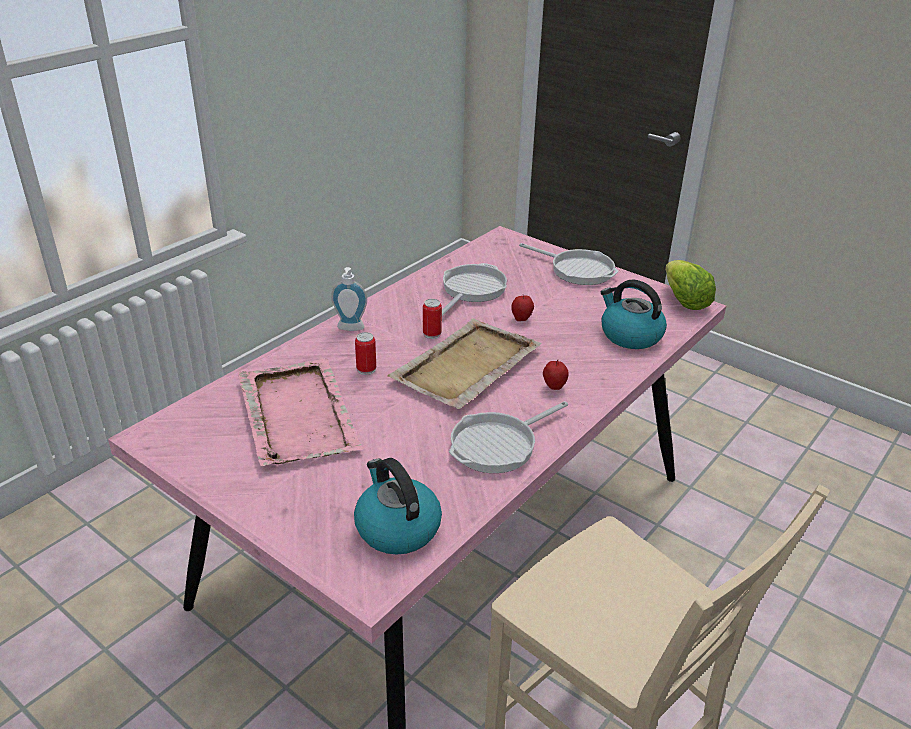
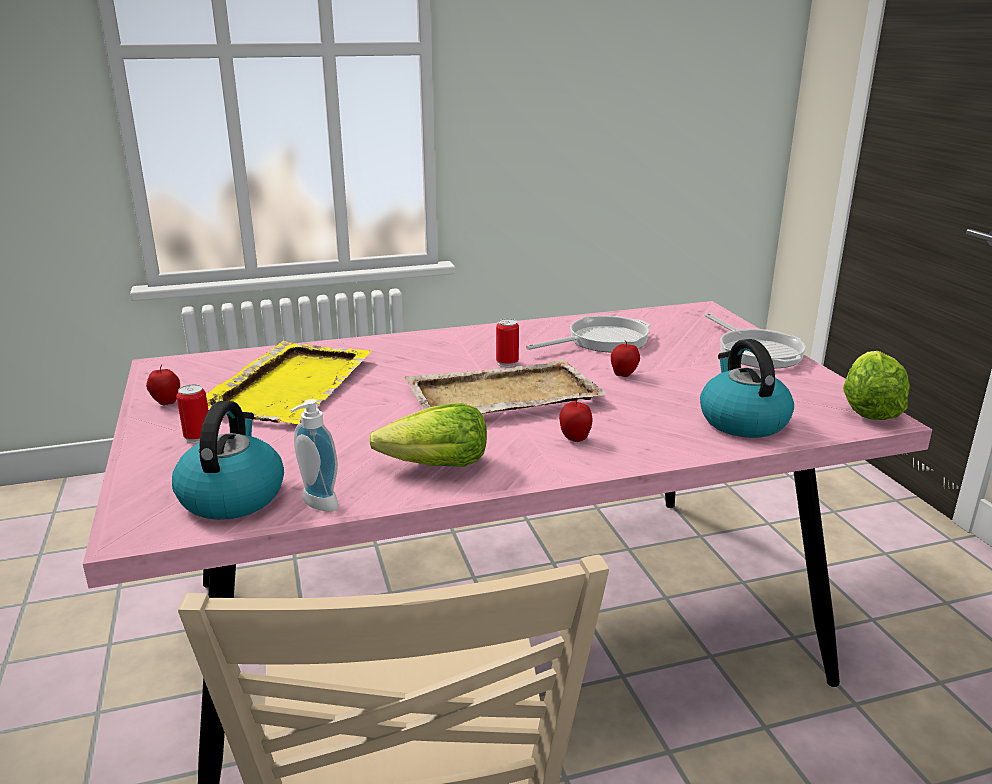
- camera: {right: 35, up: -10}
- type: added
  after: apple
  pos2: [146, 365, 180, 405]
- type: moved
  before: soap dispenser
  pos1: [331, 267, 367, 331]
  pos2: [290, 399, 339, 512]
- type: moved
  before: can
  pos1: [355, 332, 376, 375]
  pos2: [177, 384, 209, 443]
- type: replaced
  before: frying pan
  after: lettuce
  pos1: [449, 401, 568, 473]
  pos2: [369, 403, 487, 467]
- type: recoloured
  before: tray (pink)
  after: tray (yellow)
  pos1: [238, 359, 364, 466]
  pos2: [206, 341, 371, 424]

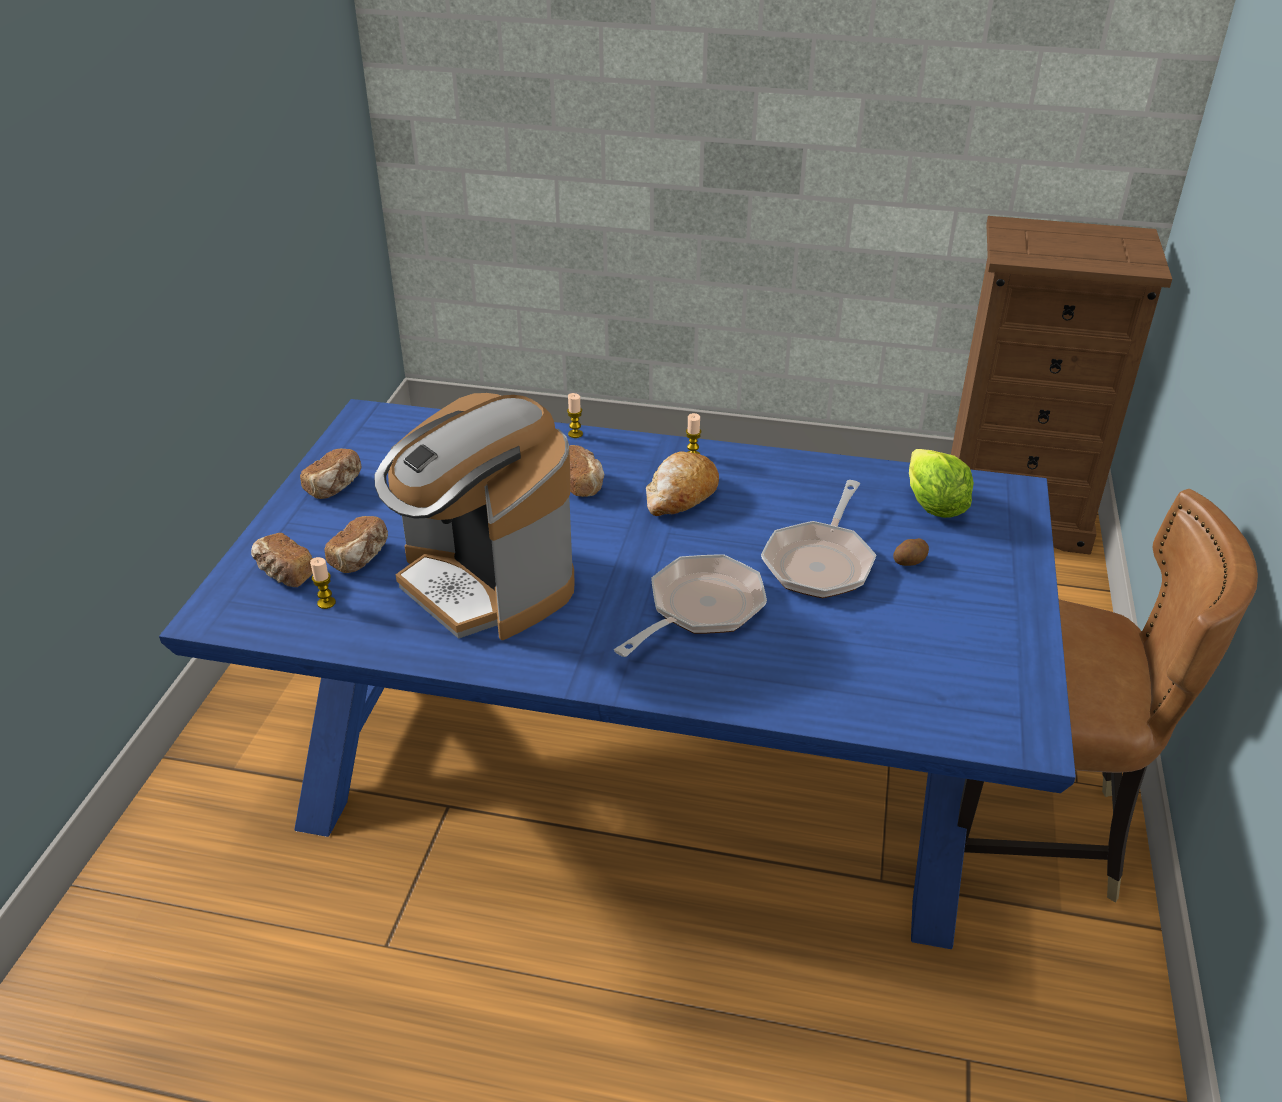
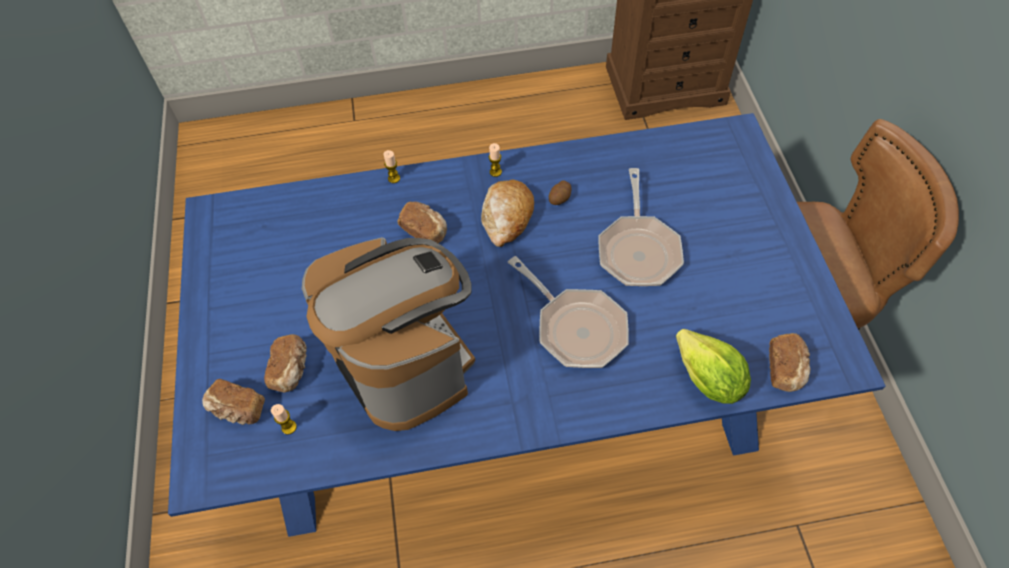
- camera: {right: -20, up: 20}
- type: moved
  before: bread
  pos1: [300, 448, 362, 499]
  pos2: [769, 333, 811, 392]
- type: moved
  before: potato
  pos1: [893, 538, 929, 566]
  pos2: [549, 180, 572, 205]
- type: moved
  before: lettuce
  pos1: [909, 449, 974, 518]
  pos2: [676, 329, 751, 404]
- type: turned
  before: coffee machine
  pos1: [374, 393, 575, 640]
  pos2: [302, 237, 475, 431]
  turn: -150
- type: turned
  before: frying pan
  pos1: [614, 554, 767, 657]
  pos2: [508, 256, 629, 368]
  turn: 120

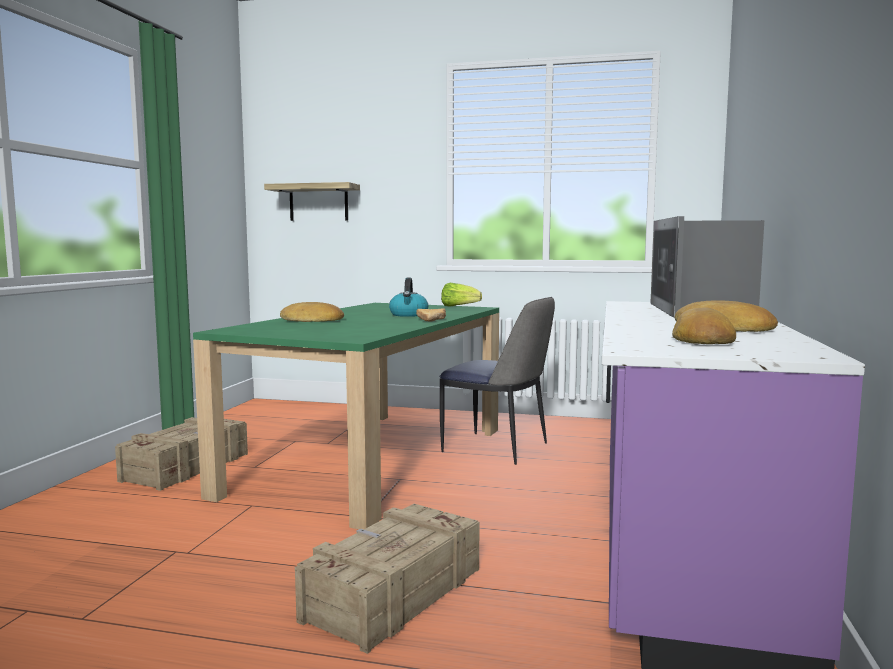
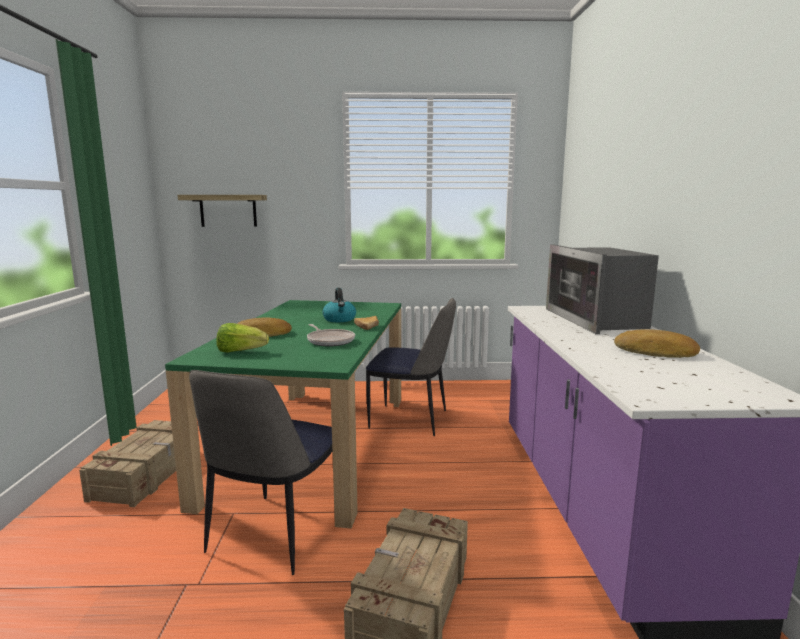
- camera: {right: -15, up: 5}
- type: removed
  before: bread
  pos1: [672, 307, 736, 344]
- type: added
  after: chair
  pos2: [189, 370, 332, 575]
- type: added
  after: frying pan
  pos2: [307, 324, 355, 347]
- type: moved
  before: lettuce
  pos1: [441, 283, 482, 307]
  pos2: [216, 323, 269, 353]

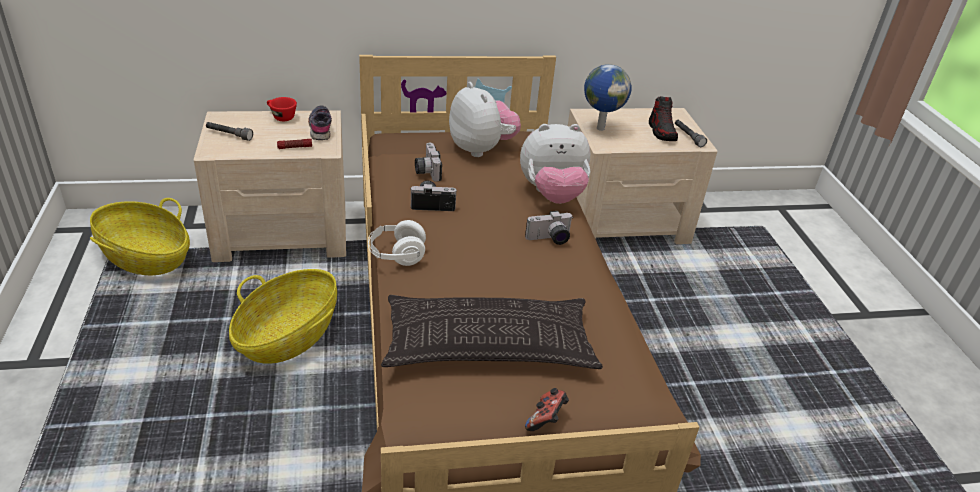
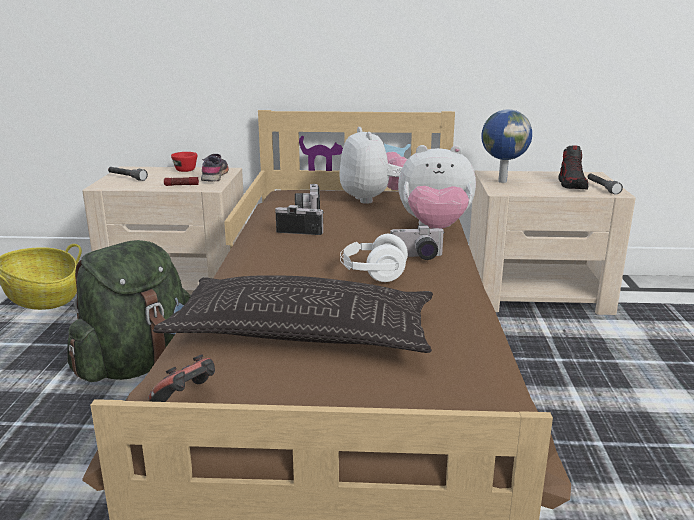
- camera: {right: 15, up: -15}
- type: moved
  before: headphones (white)
  pos1: [368, 220, 426, 266]
  pos2: [340, 234, 408, 282]
- type: moved
  before: game controller
  pos1: [525, 388, 569, 431]
  pos2: [149, 354, 215, 402]
- type: replaced
  before: basket
  after: backpack (green)
  pos1: [229, 269, 337, 364]
  pos2: [67, 240, 191, 382]

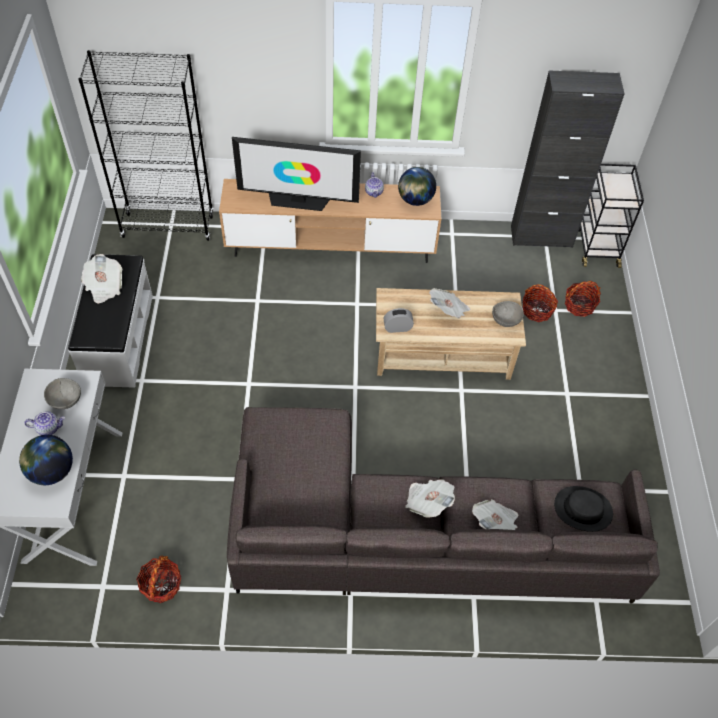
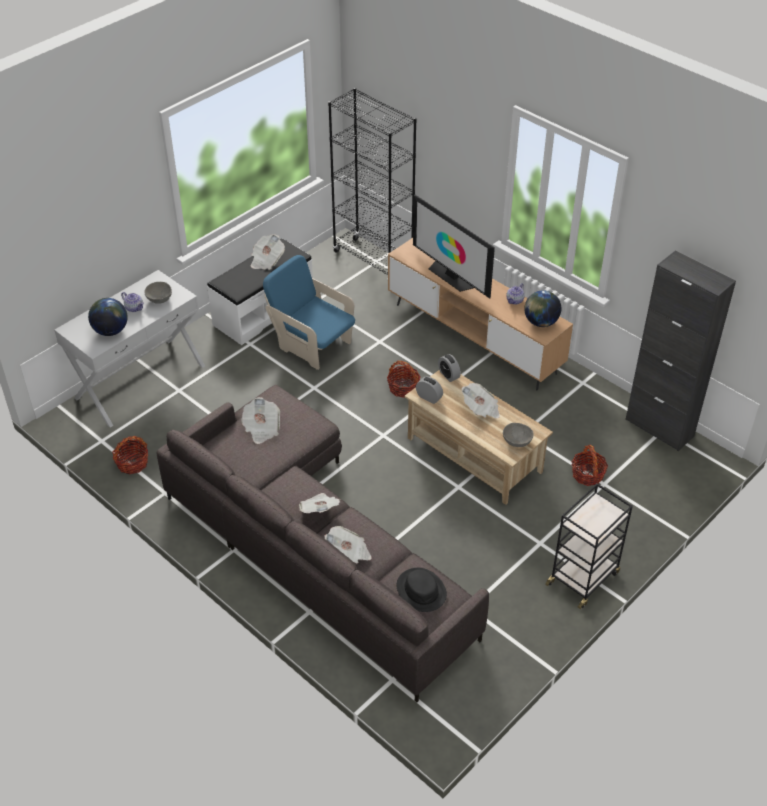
- camera: {right: 45, up: -10}
- type: added
  after: newspaper
  pos2: [241, 397, 280, 444]
- type: added
  after: armchair (blue)
  pos2: [263, 255, 355, 370]
- type: added
  after: alarm clock
  pos2: [438, 354, 461, 382]
- type: moved
  before: basket
  pos1: [565, 281, 601, 317]
  pos2: [387, 361, 421, 398]
- type: moved
  before: cart (black)
  pos1: [578, 164, 644, 268]
  pos2: [545, 483, 633, 609]

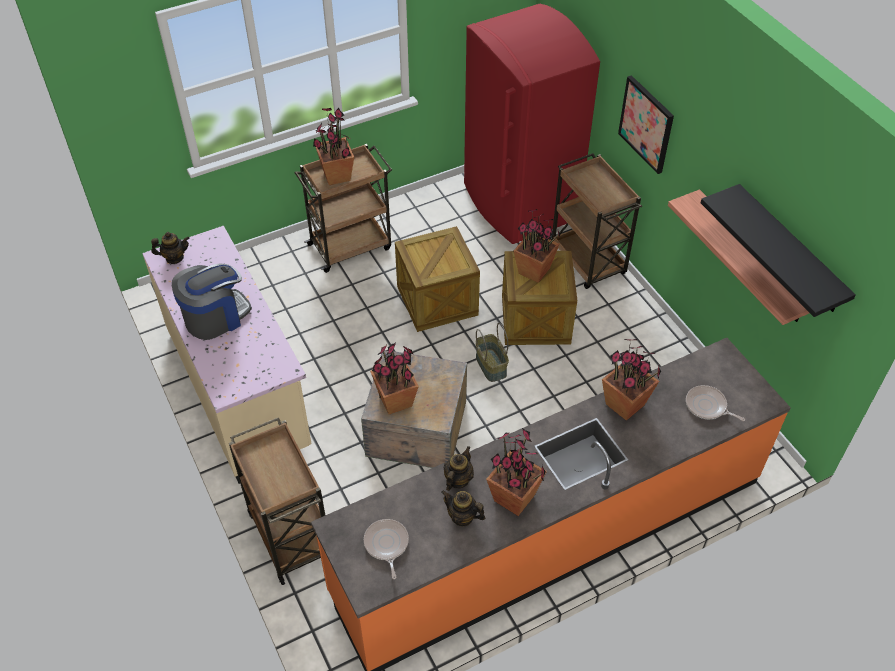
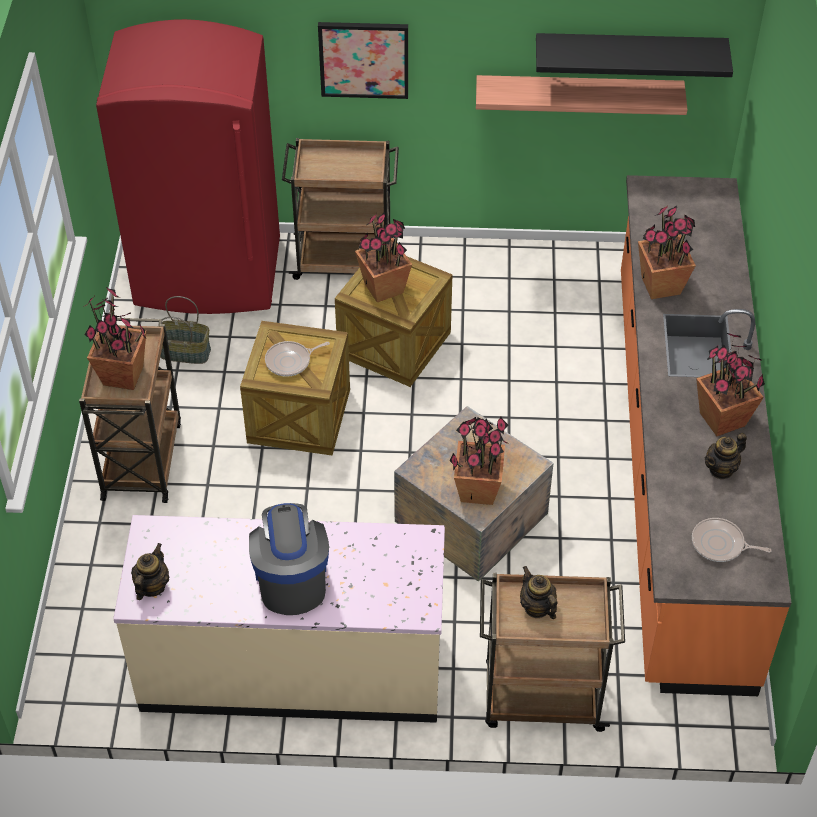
- camera: {right: -60, up: 0}
- type: moved
  before: teapot
  pos1: [443, 446, 474, 491]
  pos2: [520, 566, 557, 619]
- type: moved
  before: basket
  pos1: [476, 323, 509, 382]
  pos2: [158, 296, 211, 364]
- type: moved
  before: frying pan
  pos1: [686, 385, 745, 421]
  pos2: [265, 341, 330, 377]

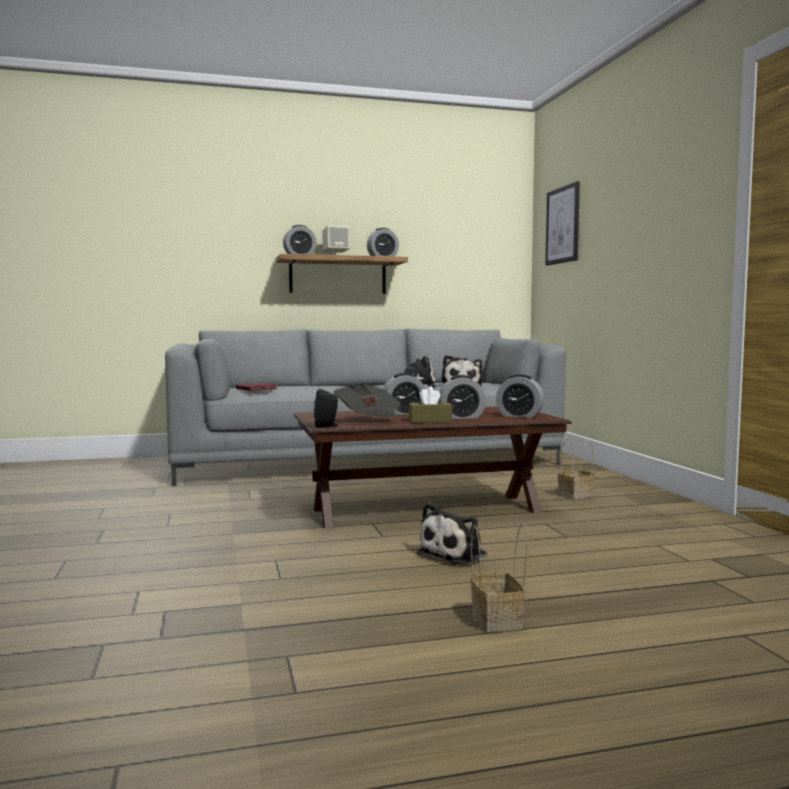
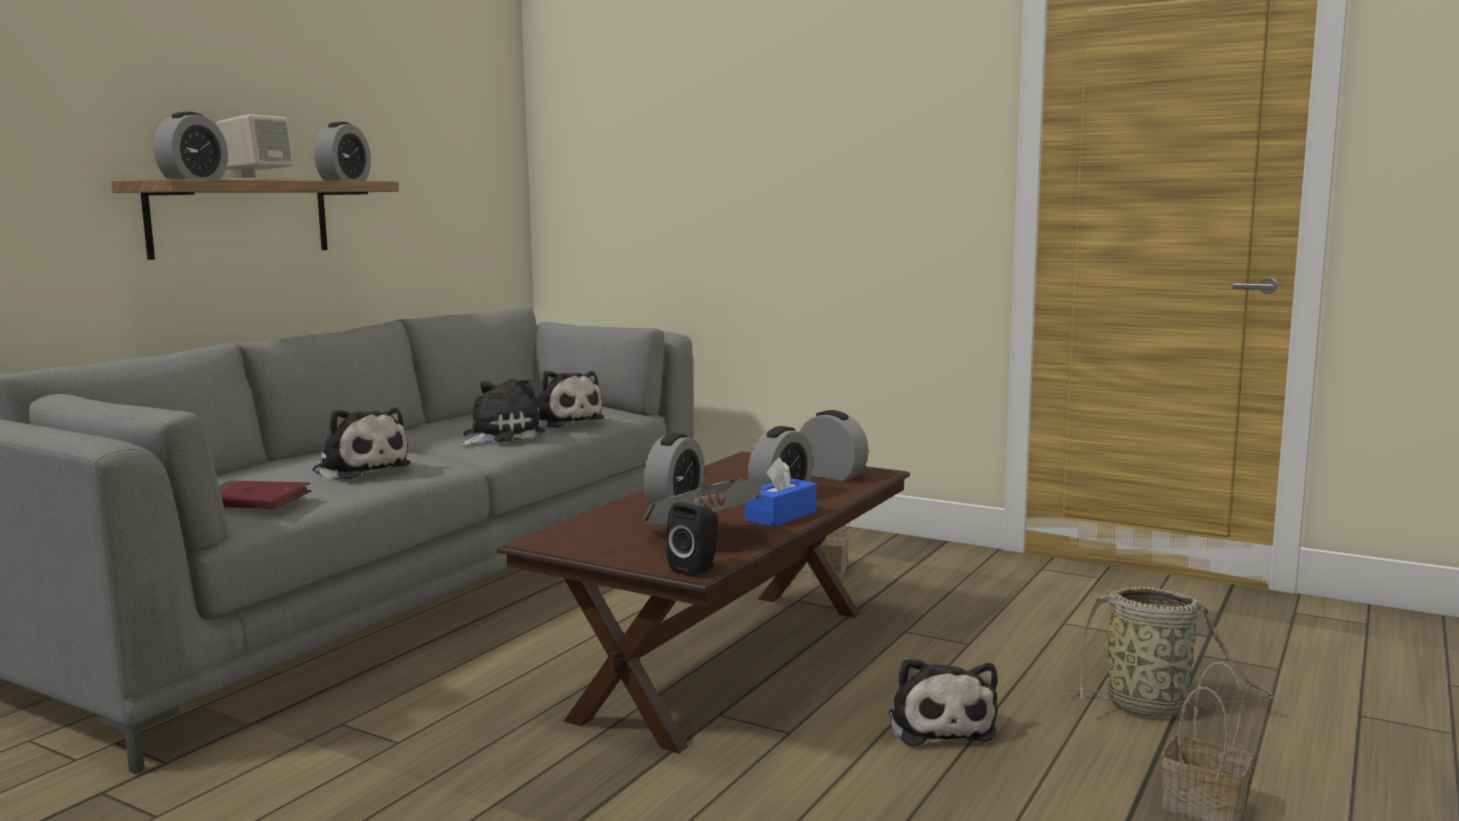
- camera: {right: -45, up: 5}
- type: removed
  before: picture
  pos1: [545, 181, 580, 265]
- type: added
  after: plush toy
  pos2: [312, 408, 411, 479]
- type: added
  after: basket
  pos2: [1063, 587, 1275, 717]
- type: recoloured
  before: tissue box (brown)
  after: tissue box (blue)
  pos1: [409, 386, 452, 423]
  pos2: [745, 458, 816, 527]
- type: turned
  before: alarm clock
  pos1: [496, 374, 544, 418]
  pos2: [799, 410, 869, 481]
  turn: -120

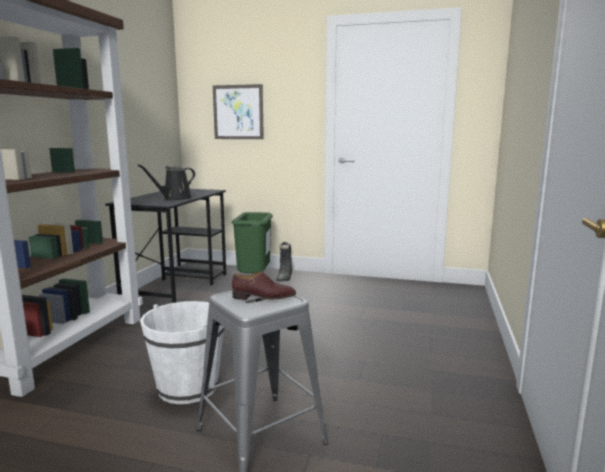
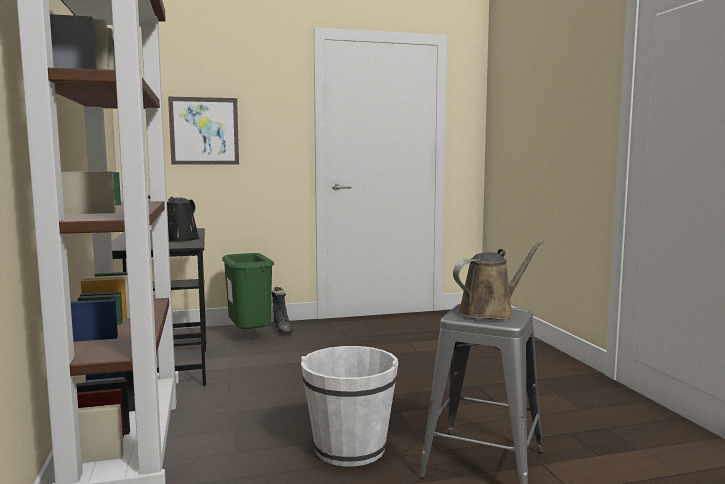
- camera: {right: -30, up: -5}
- type: replaced
  before: shoe (brown)
  after: watering can (brown)
  pos1: [232, 271, 296, 300]
  pos2: [453, 240, 544, 320]

